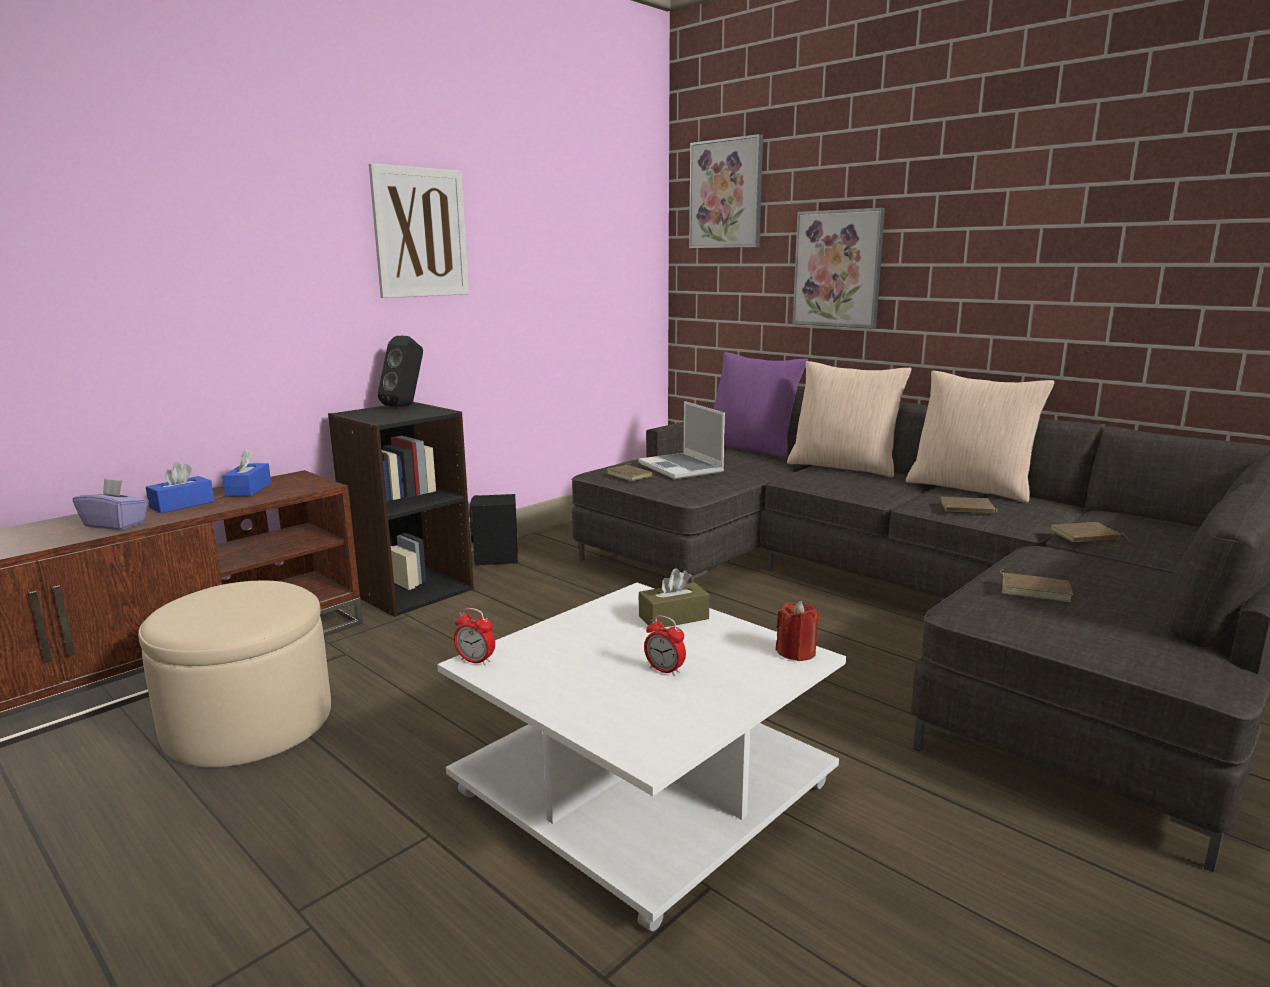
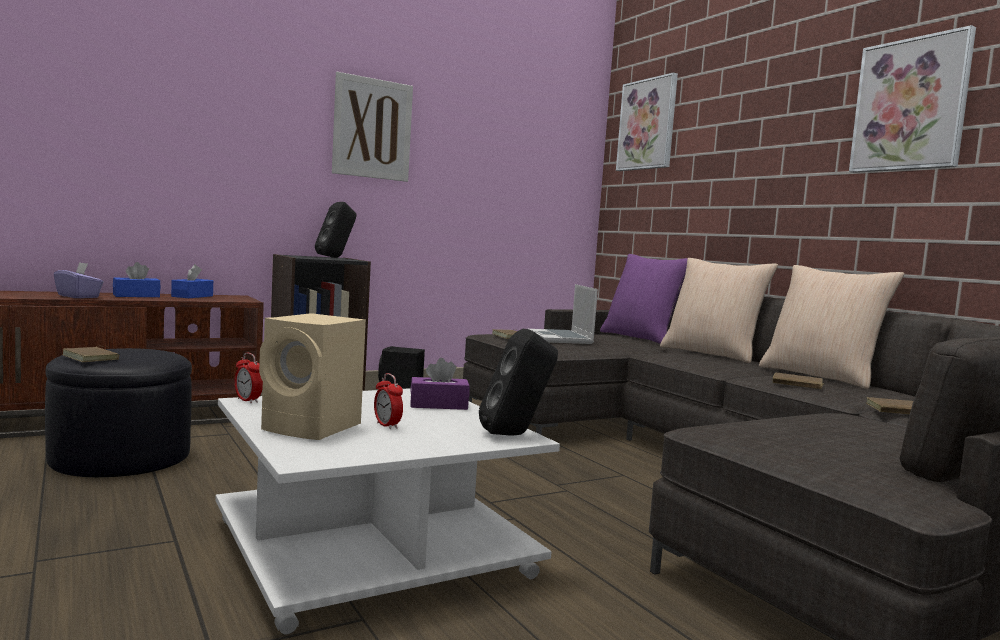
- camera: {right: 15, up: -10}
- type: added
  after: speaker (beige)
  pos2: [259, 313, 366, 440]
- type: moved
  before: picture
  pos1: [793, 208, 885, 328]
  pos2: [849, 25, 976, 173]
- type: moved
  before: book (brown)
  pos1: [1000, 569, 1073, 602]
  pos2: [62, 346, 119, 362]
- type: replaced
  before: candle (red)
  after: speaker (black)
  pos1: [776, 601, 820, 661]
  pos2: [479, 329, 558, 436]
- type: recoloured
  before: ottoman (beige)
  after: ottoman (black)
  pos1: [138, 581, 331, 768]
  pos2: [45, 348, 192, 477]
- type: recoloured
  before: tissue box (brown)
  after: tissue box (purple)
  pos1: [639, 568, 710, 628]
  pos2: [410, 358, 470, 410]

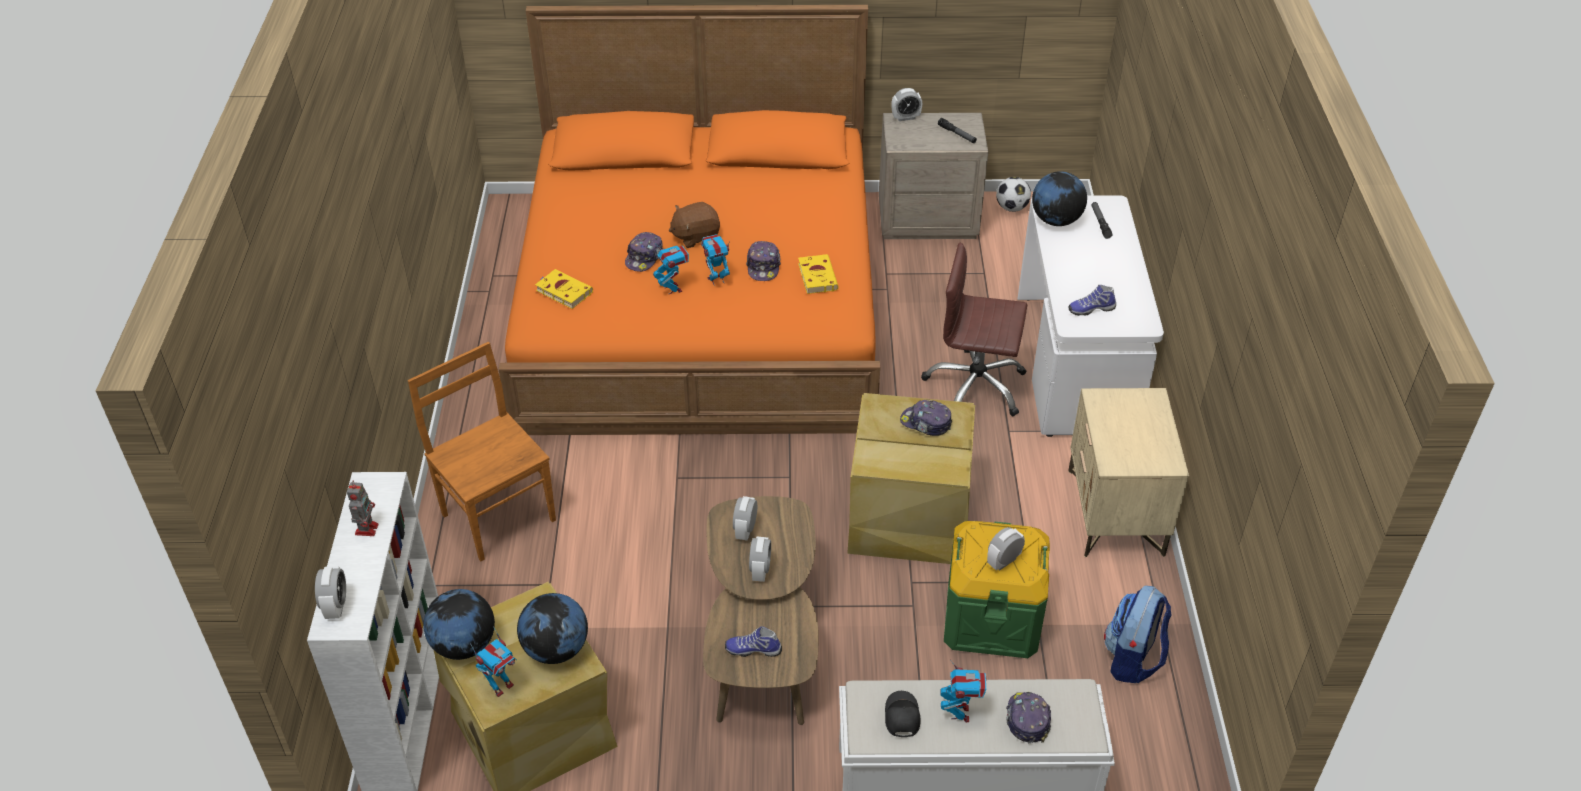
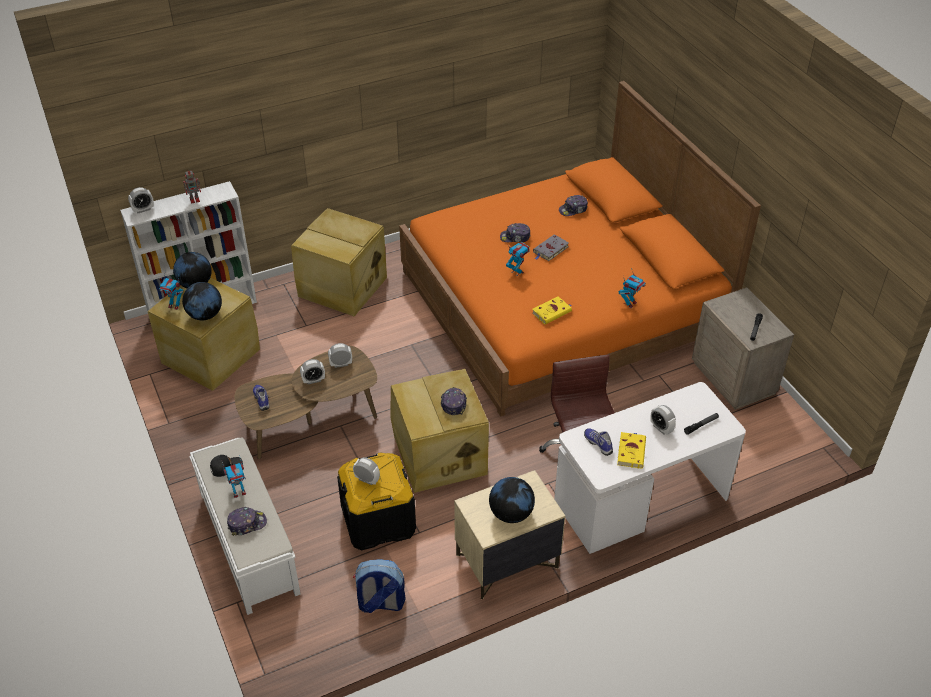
- camera: {right: 65, up: 0}
- type: removed
  before: football
  pos1: [996, 177, 1031, 212]
- type: moved
  before: book (yellow)
  pos1: [535, 269, 593, 309]
  pos2: [617, 432, 646, 469]
- type: moved
  before: toy robot
  pos1: [653, 246, 689, 294]
  pos2: [619, 268, 646, 308]
- type: moved
  before: cap
  pos1: [746, 241, 781, 281]
  pos2: [559, 195, 588, 216]
- type: moved
  before: alarm clock
  pos1: [891, 88, 922, 121]
  pos2: [650, 405, 676, 435]
- type: moved
  before: globe
  pos1: [1032, 171, 1087, 226]
  pos2: [489, 477, 535, 523]
- type: replaced
  before: chair (brown)
  after: storage box (beige)
  pos1: [408, 342, 556, 561]
  pos2: [291, 208, 387, 316]
- type: replaced
  before: plush toy (brown)
  after: book (grey)
  pos1: [669, 202, 720, 248]
  pos2: [533, 235, 569, 261]
- type: recoloured
  before: storage box (green)
  after: storage box (black)
  pos1: [944, 521, 1050, 658]
  pos2: [337, 453, 416, 551]

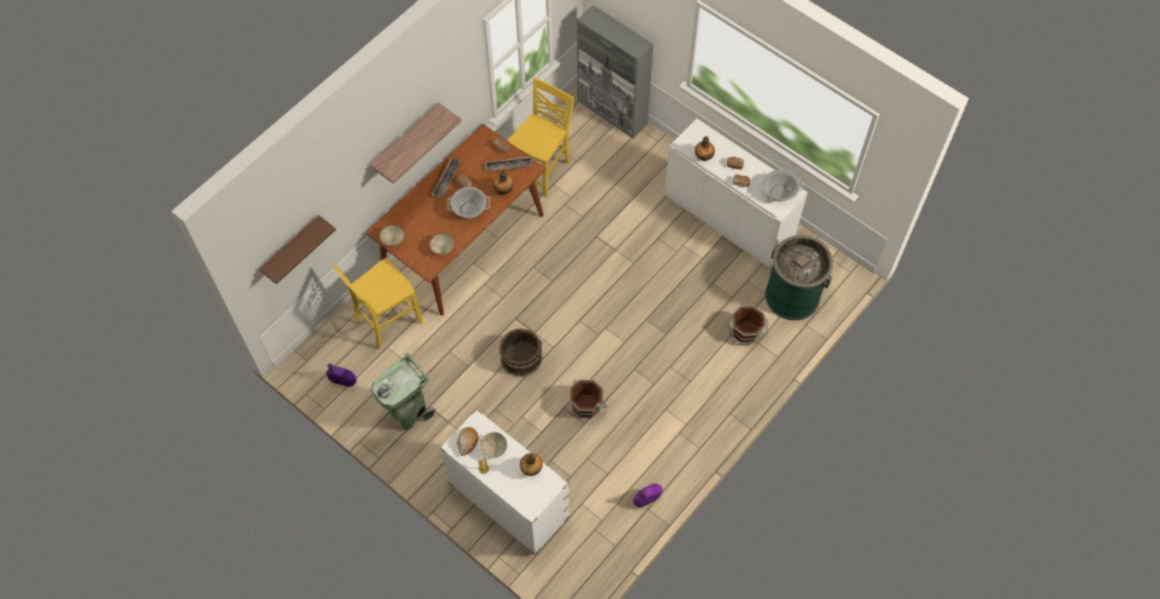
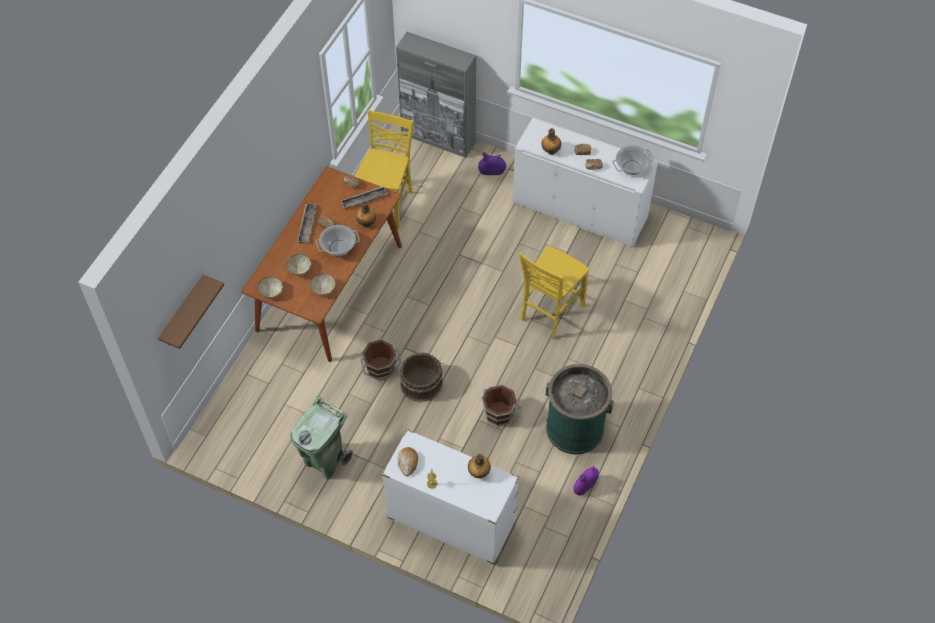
- camera: {right: -15, up: -5}
- type: removed
  before: shelf
  pos1: [370, 103, 461, 184]
- type: moved
  before: vase (purple)
  pos1: [326, 363, 357, 387]
  pos2: [478, 152, 506, 175]
- type: moved
  before: chair (yellow)
  pos1: [332, 258, 423, 349]
  pos2: [519, 246, 589, 339]
- type: moved
  before: bowl
  pos1: [480, 432, 507, 458]
  pos2: [286, 254, 311, 275]
- type: moved
  before: bucket (brown)
  pos1: [729, 305, 768, 344]
  pos2: [361, 339, 401, 381]
- type: moved
  before: trash can (green)
  pos1: [765, 235, 833, 320]
  pos2: [546, 364, 614, 454]

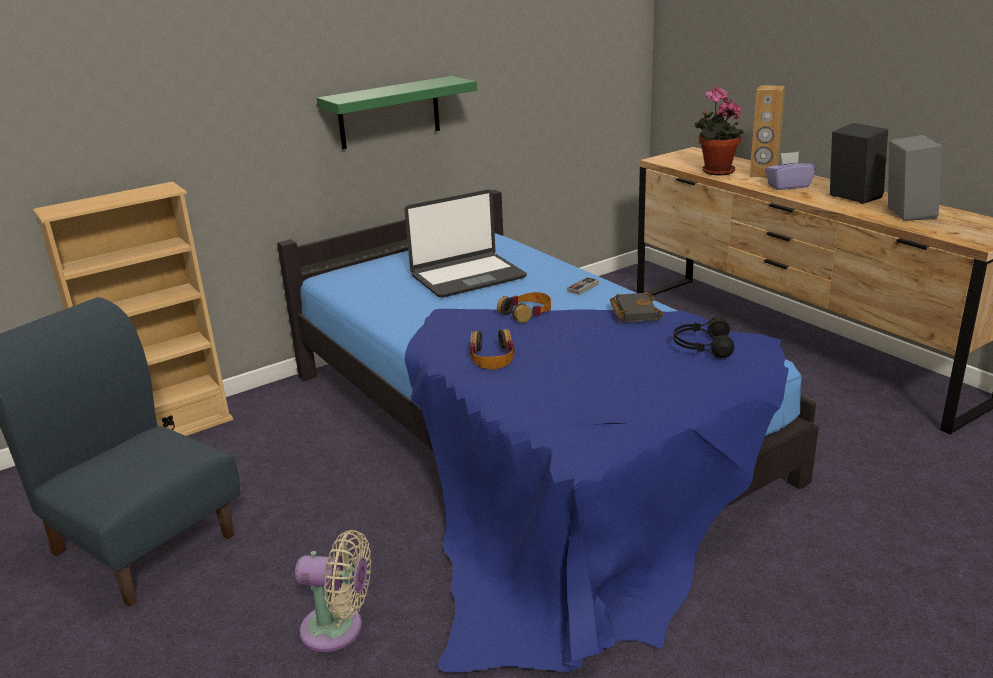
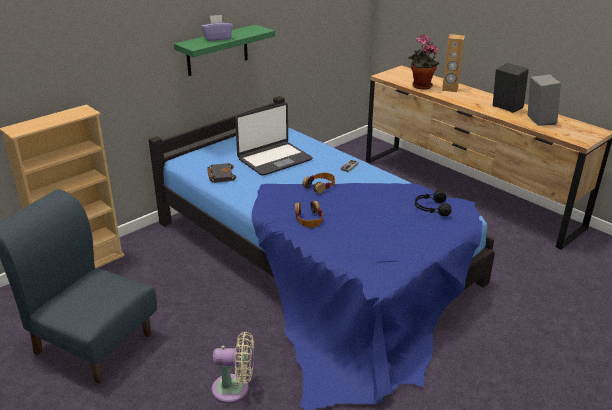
- camera: {right: -10, up: 5}
- type: moved
  before: book (black)
  pos1: [610, 292, 663, 322]
  pos2: [207, 163, 236, 183]
- type: moved
  before: tissue box (purple)
  pos1: [765, 151, 816, 190]
  pos2: [201, 15, 233, 41]

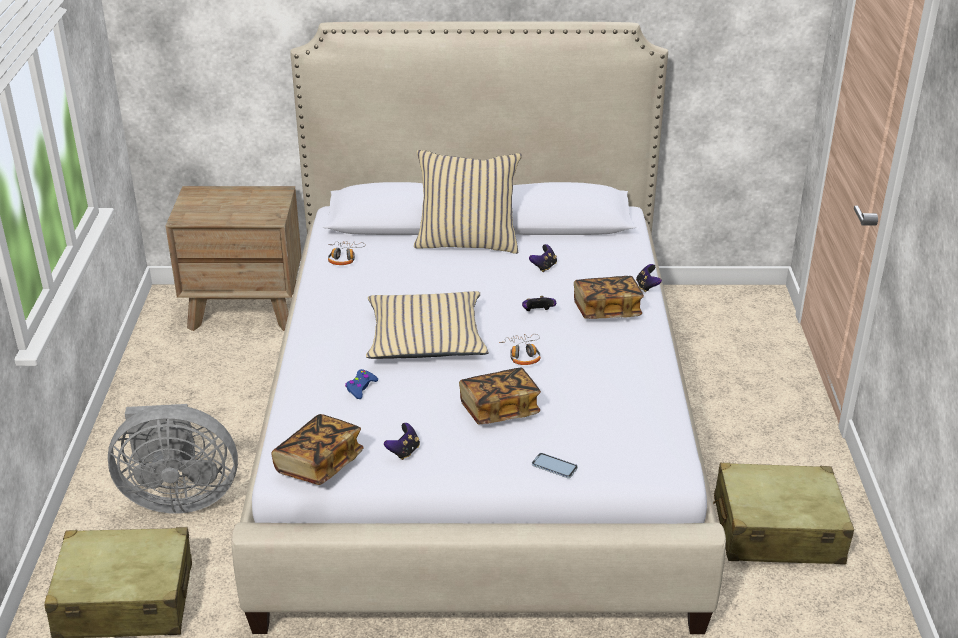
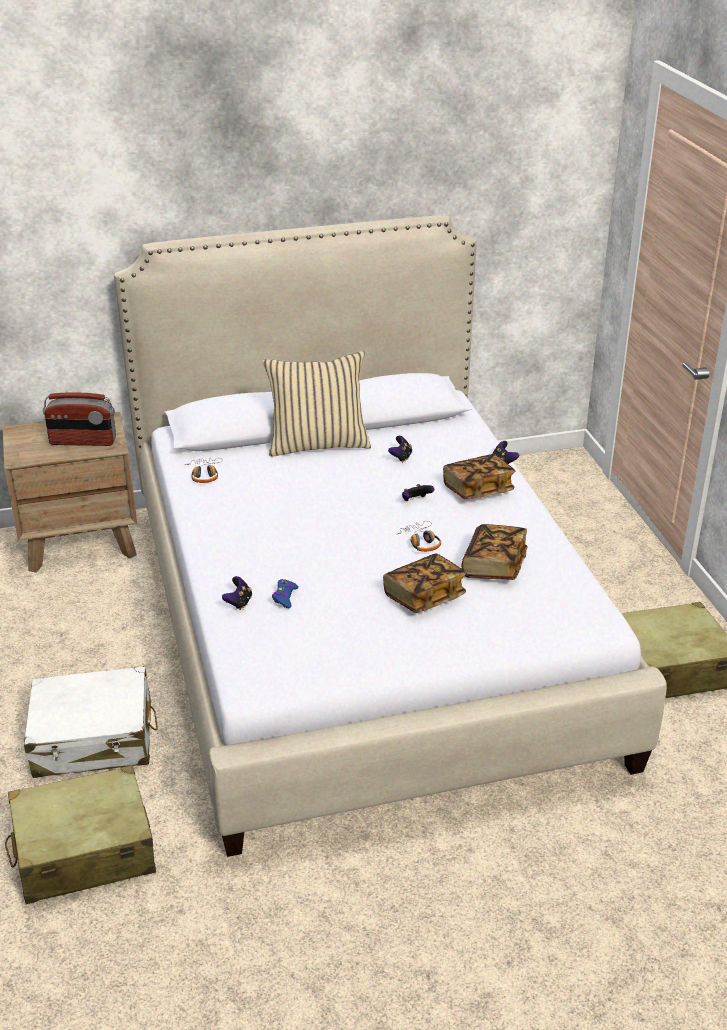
- camera: {right: -15, up: 0}
- type: removed
  before: pillow (beige)
  pos1: [366, 291, 489, 359]
- type: removed
  before: phone
  pos1: [532, 453, 578, 478]
- type: added
  after: radio
  pos2: [43, 392, 116, 446]
- type: moved
  before: book
  pos1: [272, 414, 363, 485]
  pos2: [462, 524, 527, 580]
- type: moved
  before: game controller
  pos1: [384, 423, 420, 460]
  pos2: [222, 576, 252, 610]
- type: replaced
  before: fan (grey)
  after: suitcase (white)
  pos1: [108, 404, 238, 513]
  pos2: [24, 666, 158, 778]

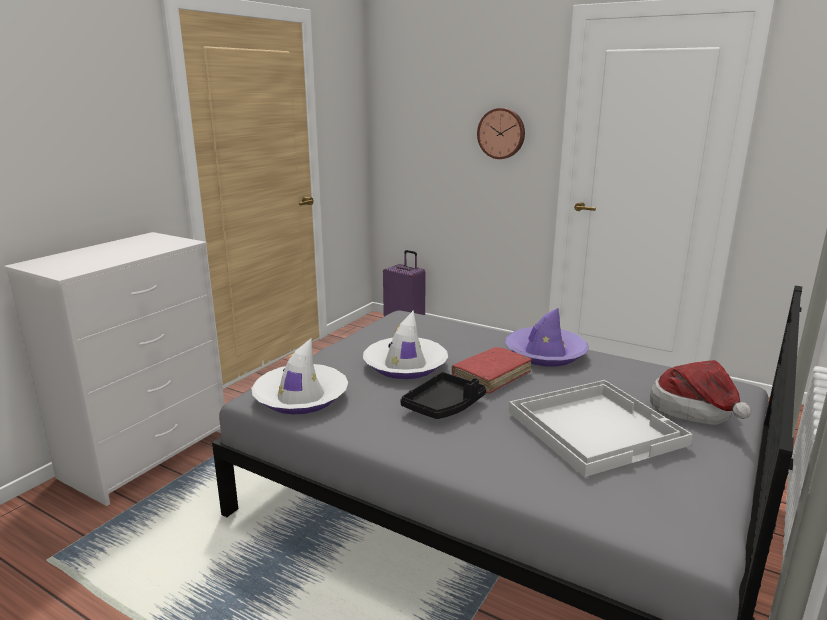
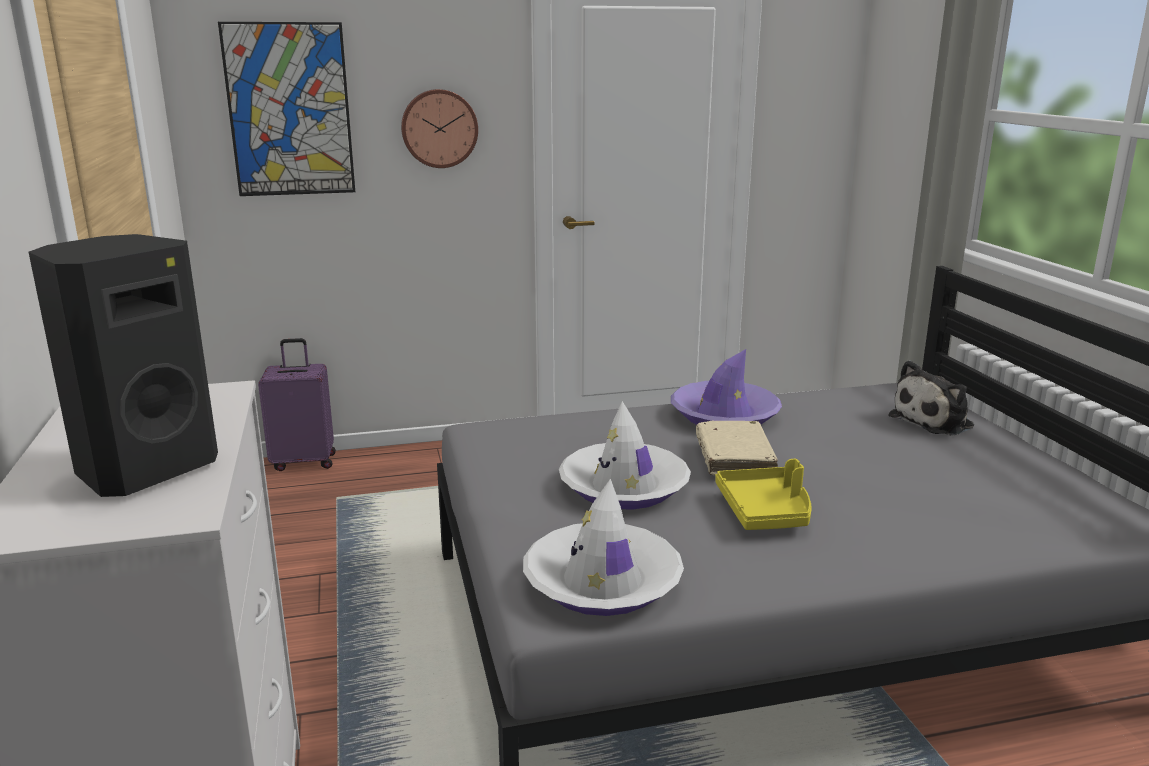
- camera: {right: -45, up: 0}
- type: removed
  before: tray (white)
  pos1: [508, 380, 693, 477]
- type: added
  after: speaker (black)
  pos2: [29, 234, 218, 497]
- type: added
  after: picture
  pos2: [218, 22, 355, 196]
- type: replaced
  before: hat
  after: plush toy
  pos1: [650, 360, 751, 425]
  pos2: [888, 360, 974, 435]
- type: recoloured
  before: tray (black)
  after: tray (yellow)
  pos1: [400, 372, 486, 419]
  pos2: [715, 459, 812, 530]
- type: recoloured
  before: book (red)
  after: book (beige)
  pos1: [452, 347, 532, 393]
  pos2: [696, 421, 778, 476]

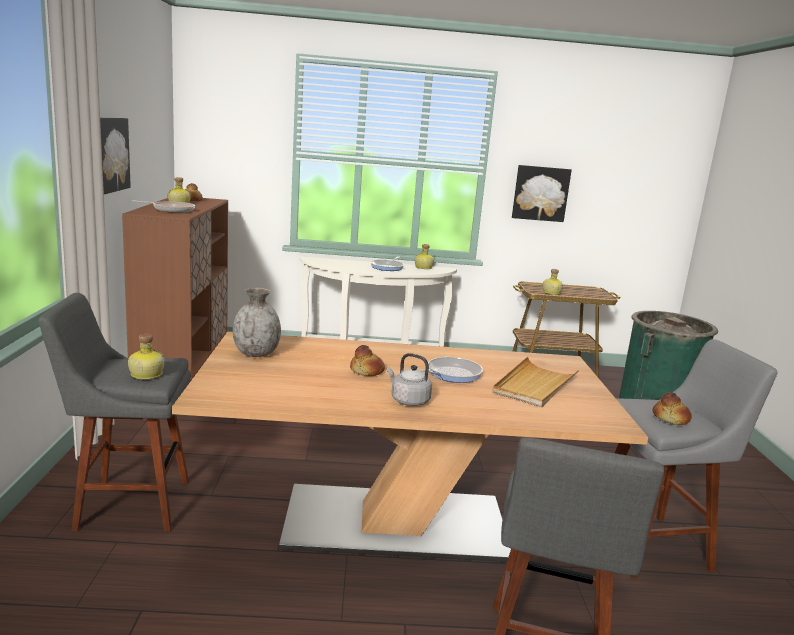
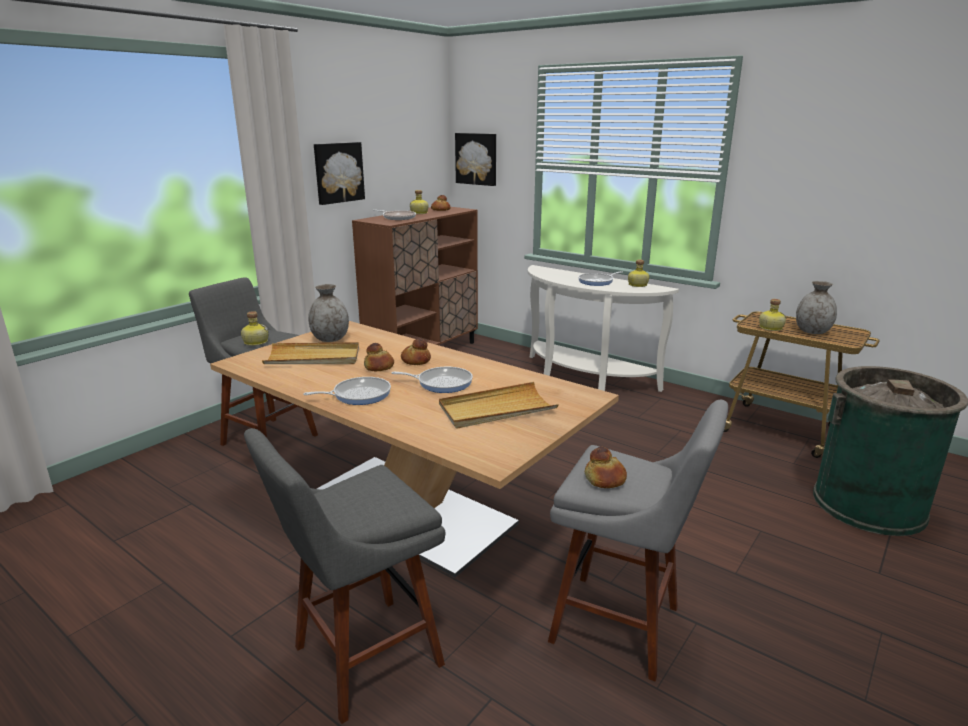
- camera: {right: 40, up: 5}
- type: added
  after: tray (beige)
  pos2: [262, 342, 359, 364]
- type: added
  after: bread
  pos2: [401, 338, 431, 365]
- type: added
  after: vase (grey)
  pos2: [796, 281, 837, 334]
- type: moved
  before: picture
  pos1: [512, 165, 572, 222]
  pos2: [455, 133, 496, 186]
- type: replaced
  before: kettle (grey)
  after: frying pan
  pos1: [387, 353, 432, 406]
  pos2: [303, 377, 391, 405]

